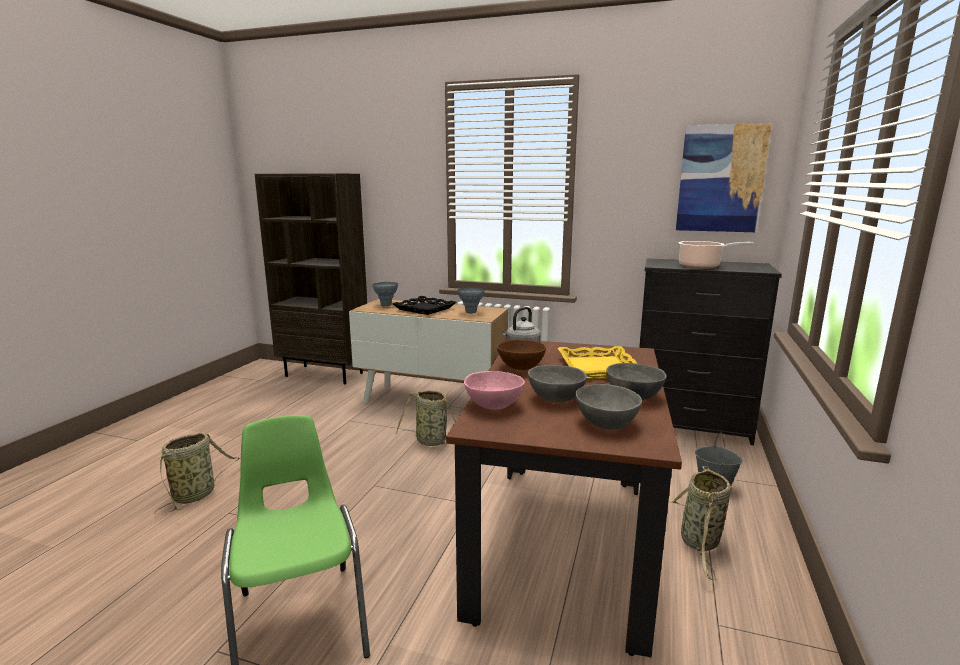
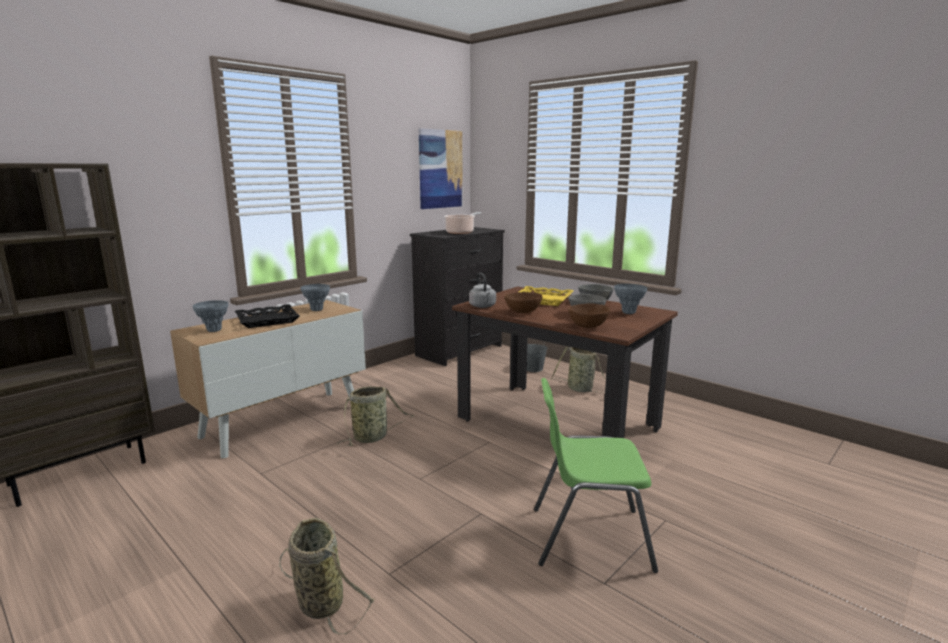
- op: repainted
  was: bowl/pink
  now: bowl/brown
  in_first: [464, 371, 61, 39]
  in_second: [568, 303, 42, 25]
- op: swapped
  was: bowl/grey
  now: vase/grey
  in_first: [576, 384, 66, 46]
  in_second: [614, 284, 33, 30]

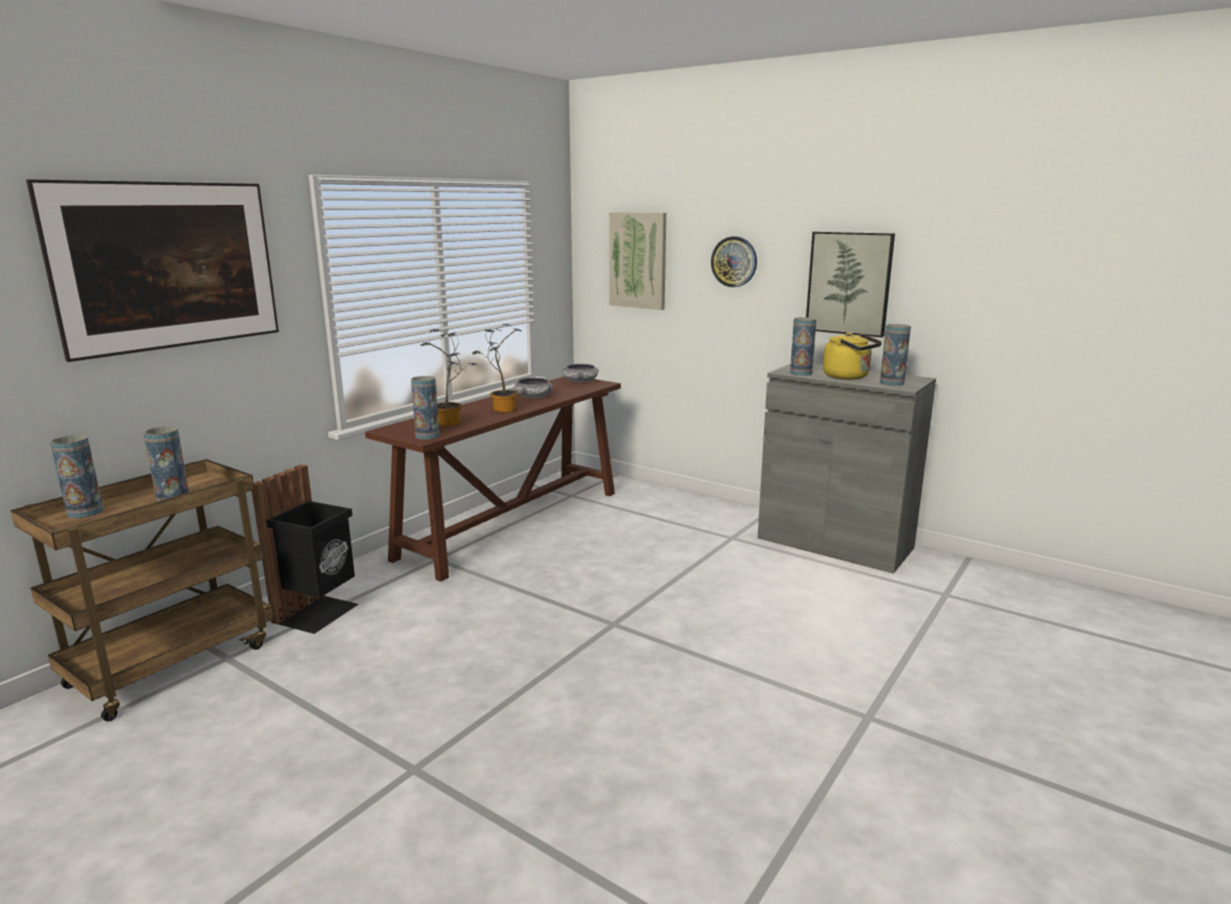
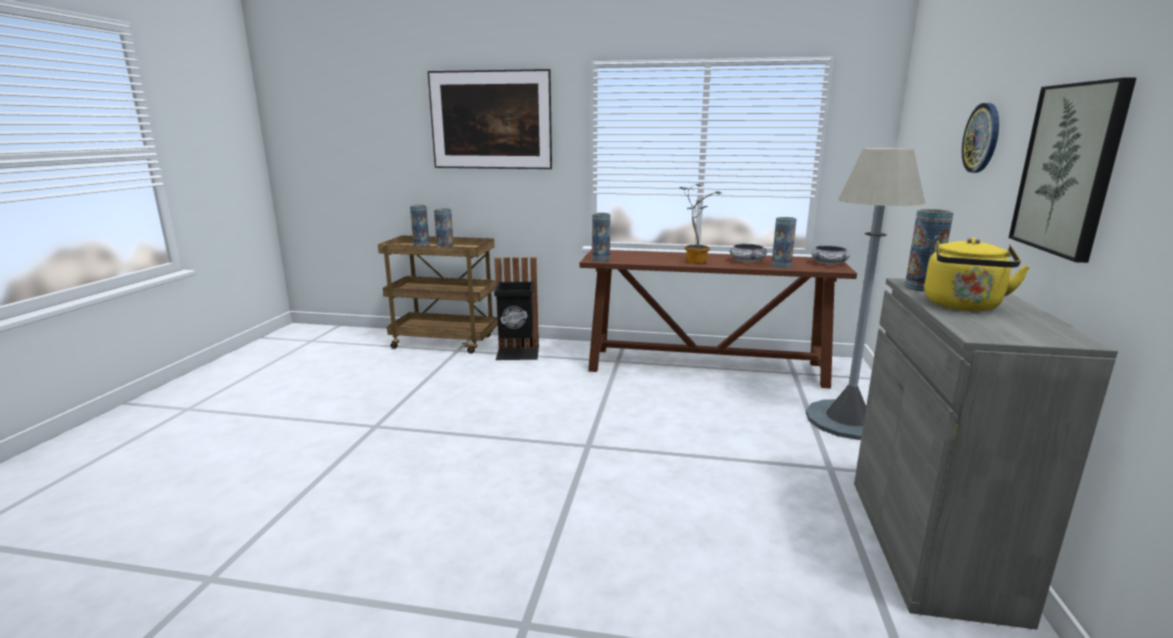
- op: shifted
  was: vase
  in_first: [880, 324, 31, 62]
  in_second: [772, 217, 24, 51]
- op: new
  now: floor lamp/grey
  in_second: [806, 148, 119, 292]
- op: gone
  was: potted plant
  in_first: [421, 329, 56, 97]
- op: gone
  was: picture
  in_first: [609, 212, 57, 98]

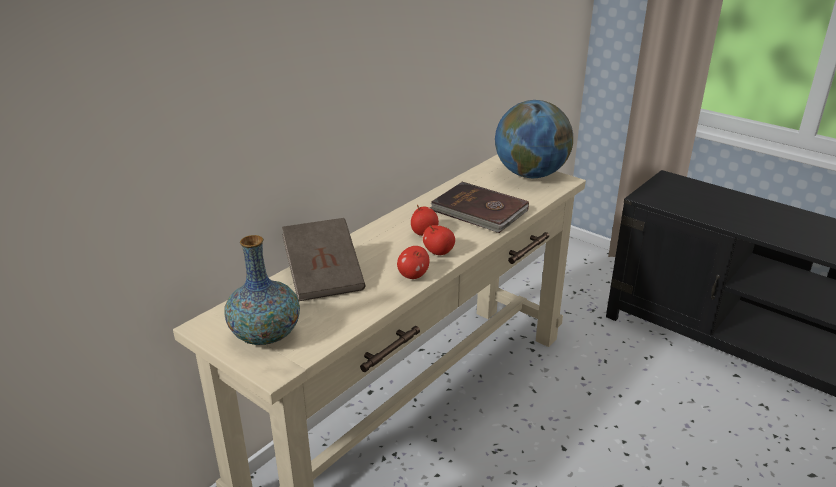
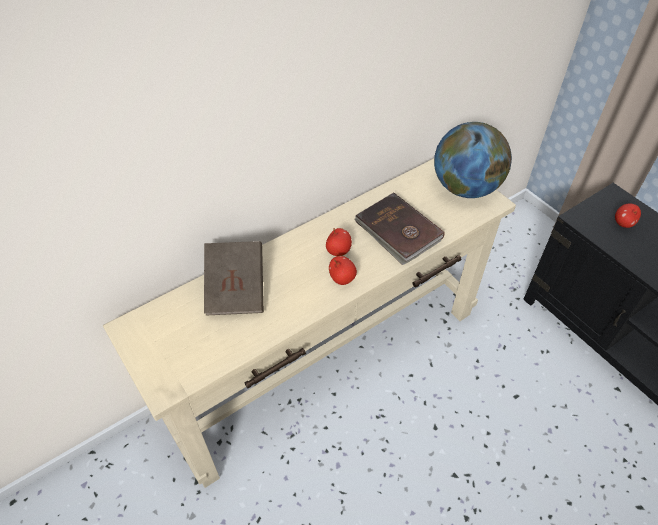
- op: shifted
  was: apple
  in_first: [397, 246, 33, 33]
  in_second: [615, 204, 26, 24]
- op: gone
  was: vase
  in_first: [224, 235, 76, 110]

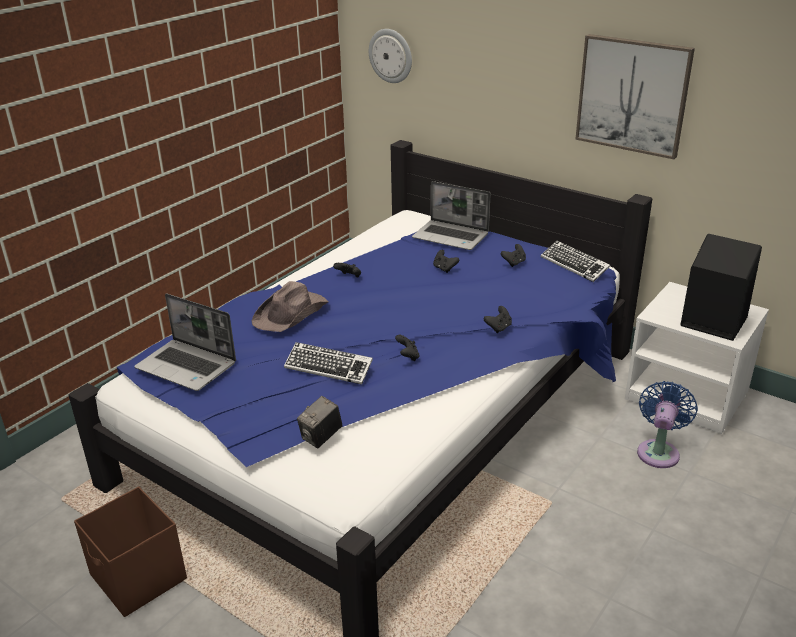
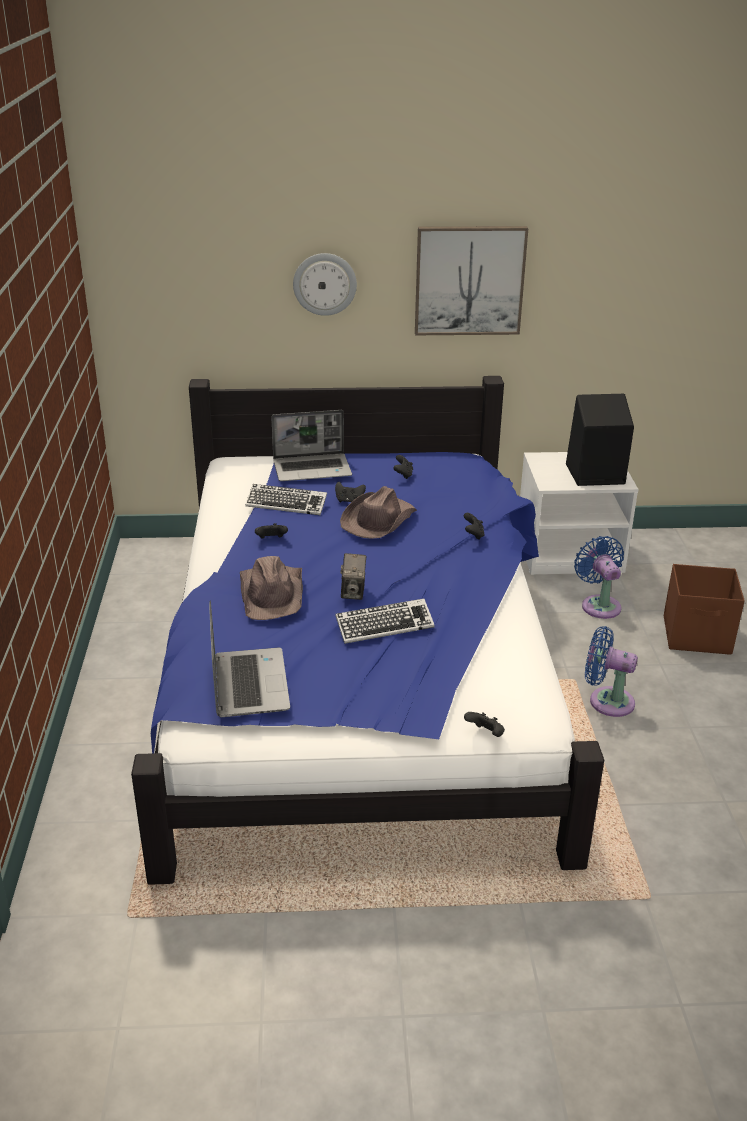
- op: rotated
  was: laptop
  in_first: [134, 294, 102, 97]
  in_second: [209, 600, 81, 117]
  clockwise: -90
- op: shifted
  was: keyboard
  in_first: [541, 241, 69, 41]
  in_second: [245, 484, 82, 31]
- op: shifted
  was: wall clock
  in_first: [369, 29, 43, 54]
  in_second: [293, 253, 64, 63]
- op: new
  now: hat/brown
  in_second: [340, 486, 77, 53]
- op: shifted
  was: photo camera
  in_first: [297, 396, 45, 52]
  in_second: [340, 553, 26, 47]
- op: shifted
  was: game controller/black
  in_first: [395, 335, 25, 26]
  in_second: [464, 712, 41, 25]
- op: new
  now: fan/blue
  in_second: [585, 626, 53, 91]
- op: shifted
  was: storage box/brown
  in_first: [74, 487, 113, 130]
  in_second: [664, 564, 81, 91]

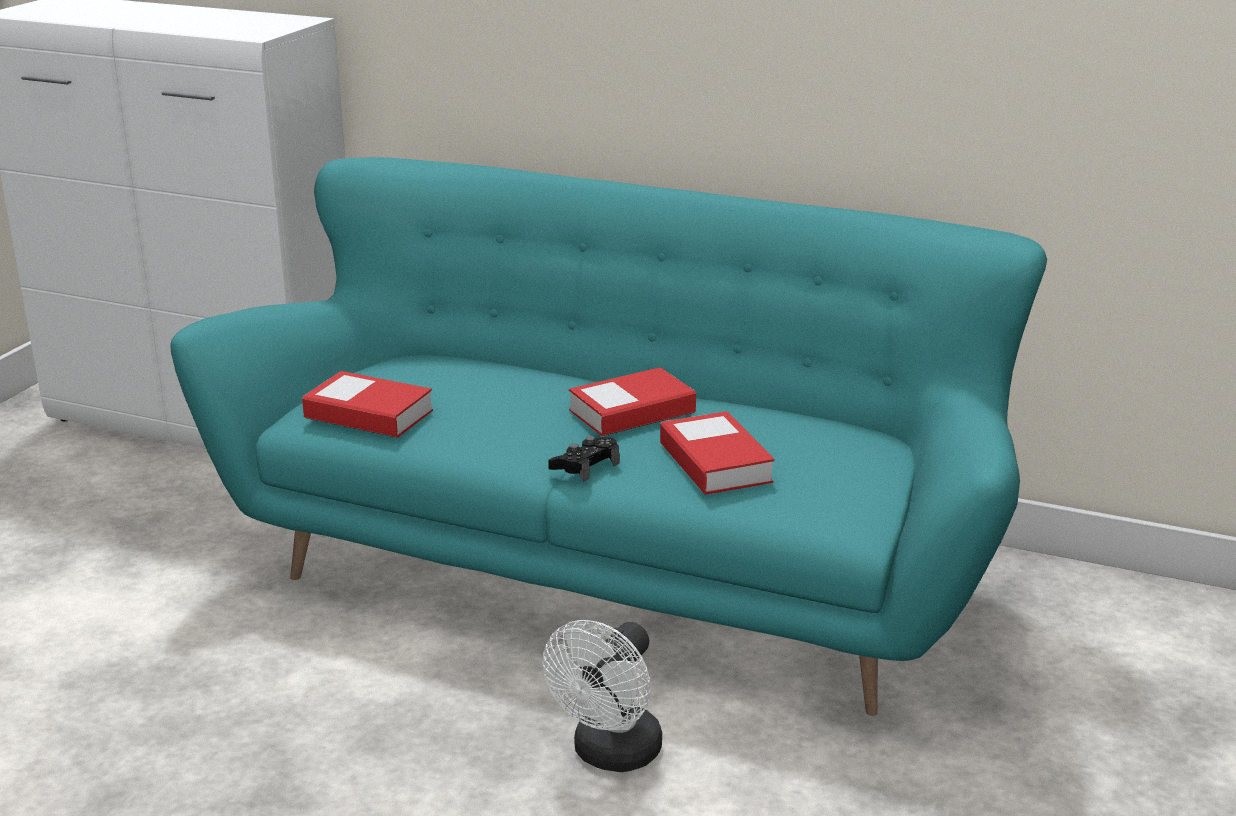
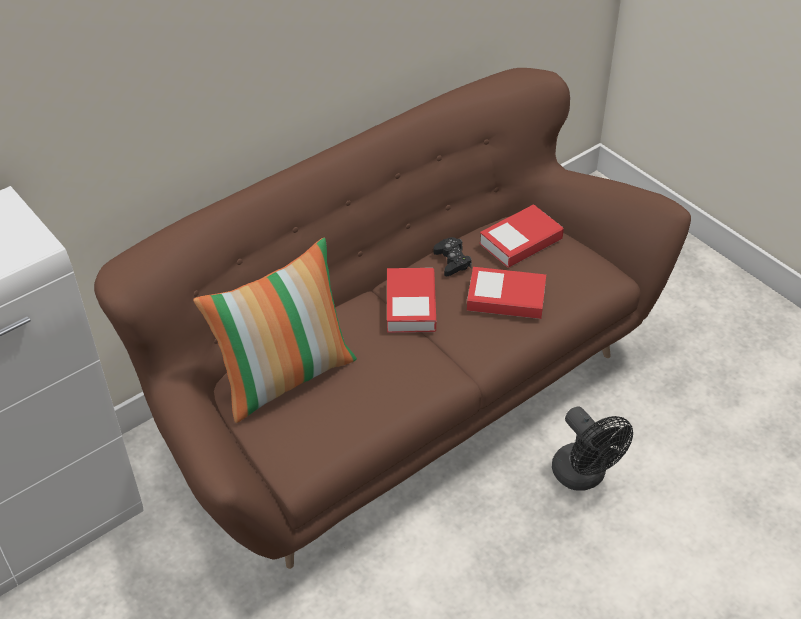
- op: repainted
  was: sofa/turquoise
  now: sofa/brown
  in_first: [170, 157, 877, 559]
  in_second: [94, 68, 597, 501]
- op: new
  now: pillow
  in_second: [193, 238, 164, 185]
- op: shifted
  was: game controller/black
  in_first: [548, 436, 72, 45]
  in_second: [433, 237, 39, 39]
- op: shifted
  was: book
  in_first: [302, 371, 131, 67]
  in_second: [479, 204, 85, 64]
- op: repainted
  was: fan/white
  now: fan/black
  in_first: [543, 620, 119, 152]
  in_second: [552, 406, 81, 85]

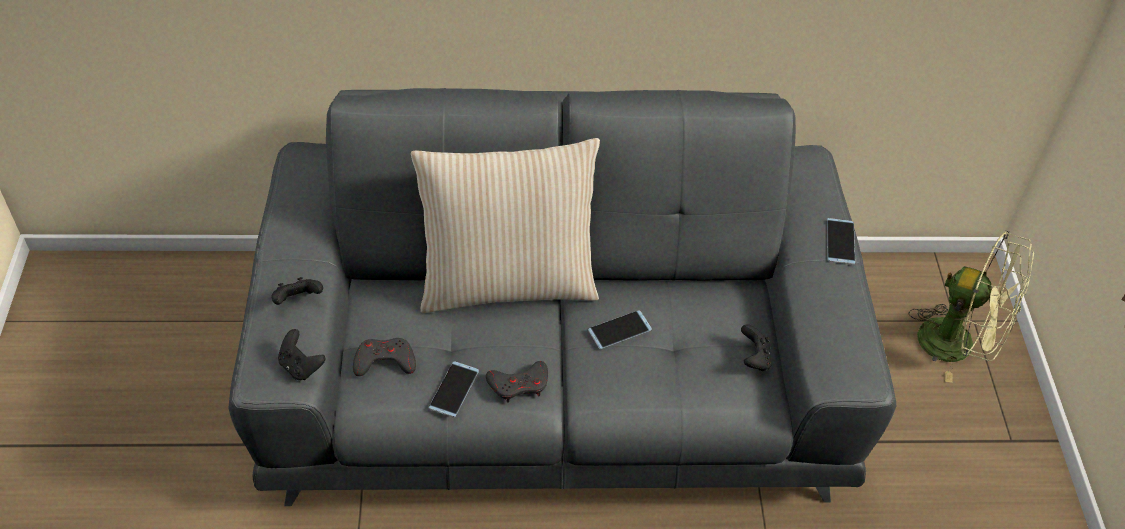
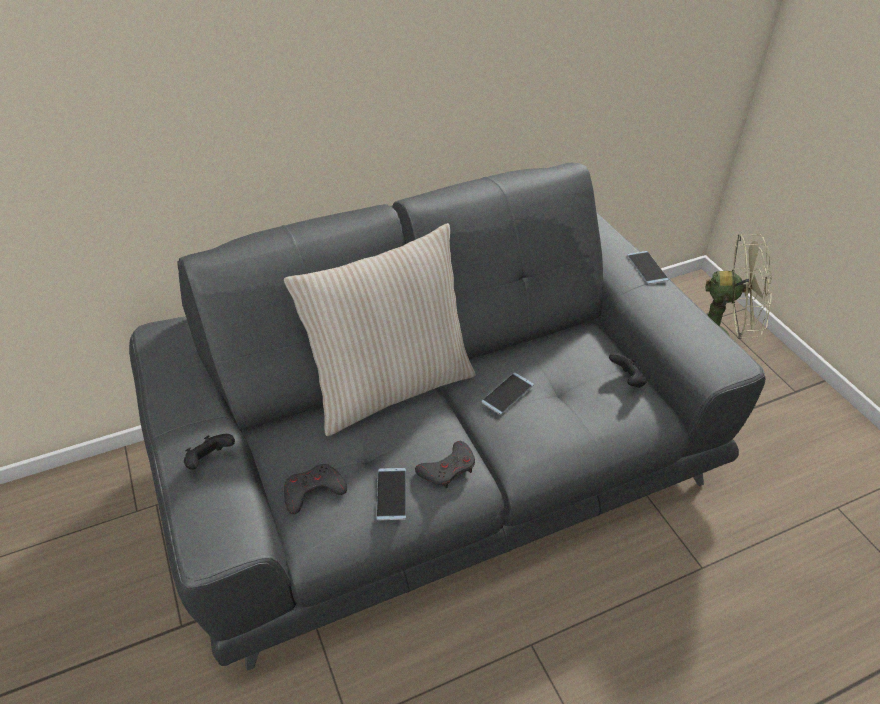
- op: gone
  was: game controller/black
  in_first: [278, 329, 48, 51]

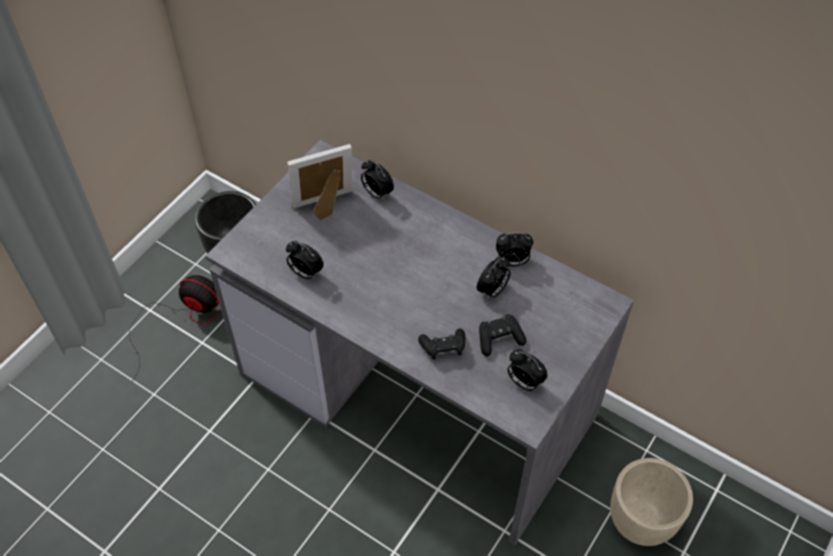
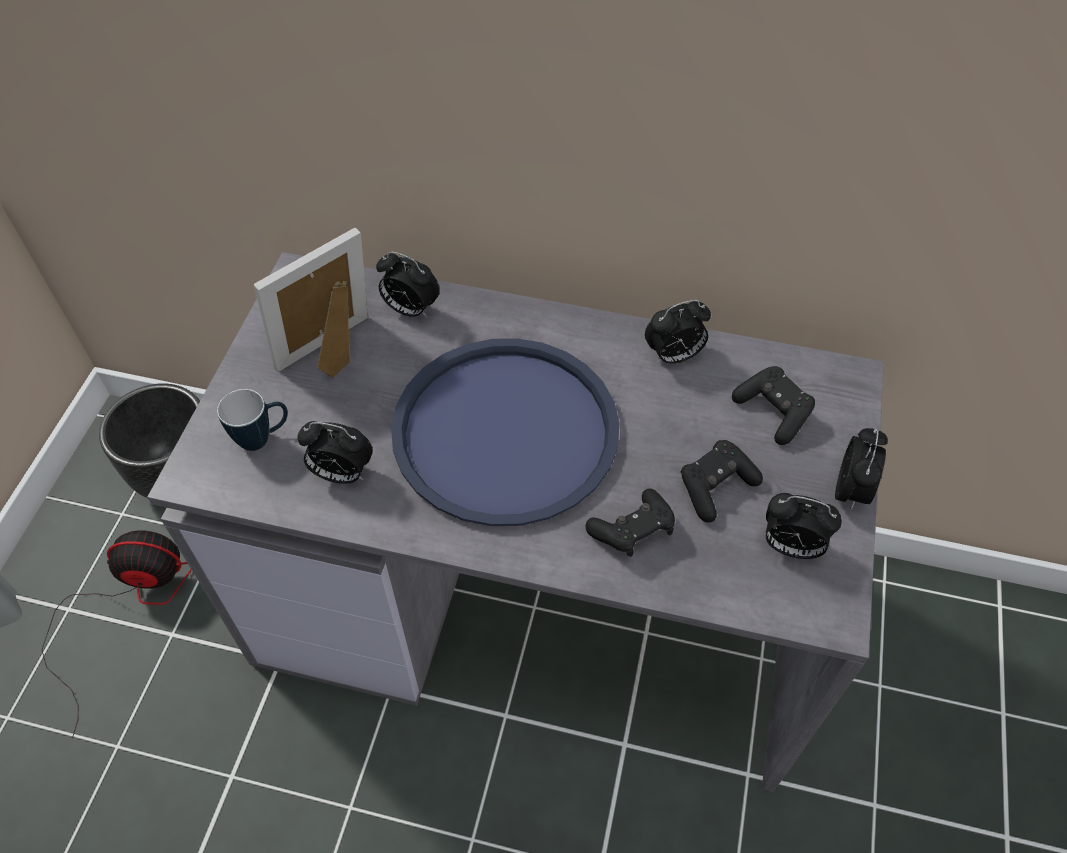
- op: new
  now: mug
  in_second: [217, 389, 71, 62]
- op: new
  now: tray/blue
  in_second: [391, 338, 228, 188]
- op: new
  now: game controller/black
  in_second: [732, 366, 83, 79]
- op: shifted
  was: alarm clock
  in_first: [477, 257, 34, 42]
  in_second: [835, 428, 53, 82]
- op: gone
  was: planter/beige
  in_first: [610, 458, 83, 88]

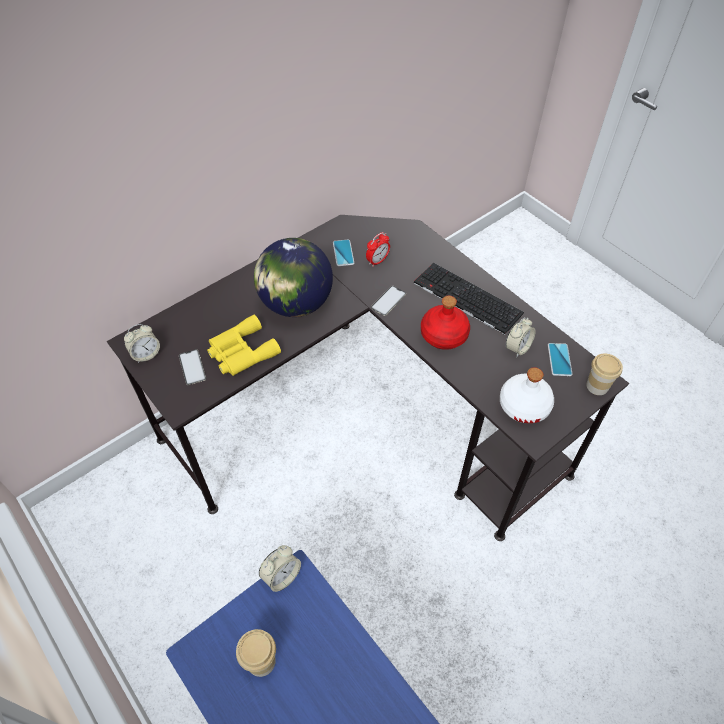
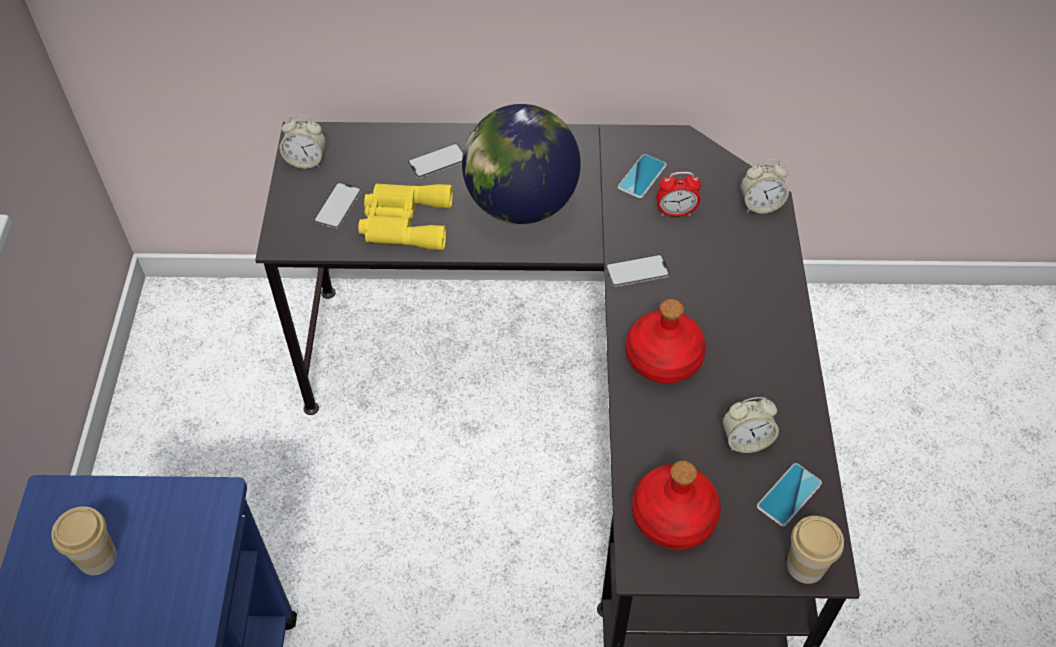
- op: new
  now: phone
  in_second: [408, 143, 55, 35]
- op: repainted
  was: bottle/white
  now: bottle/red
  in_first: [500, 367, 54, 56]
  in_second: [632, 461, 89, 89]
- op: shifted
  was: alarm clock
  in_first: [259, 545, 42, 47]
  in_second: [741, 159, 48, 55]
- op: gone
  was: keyboard
  in_first: [414, 263, 110, 72]

